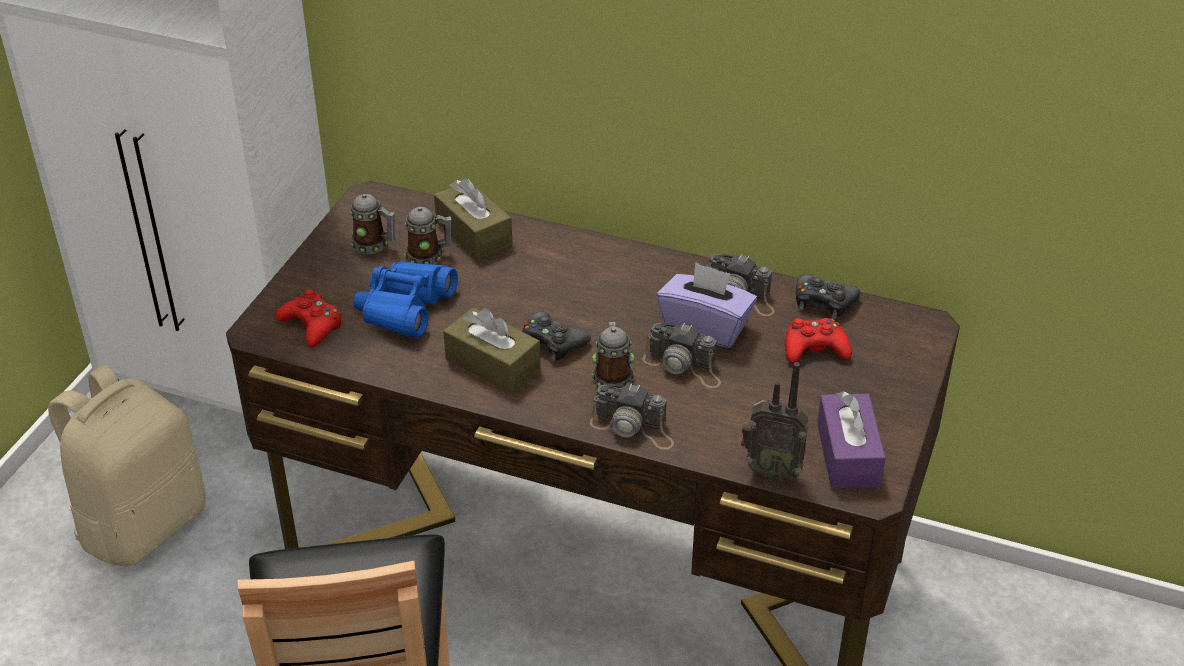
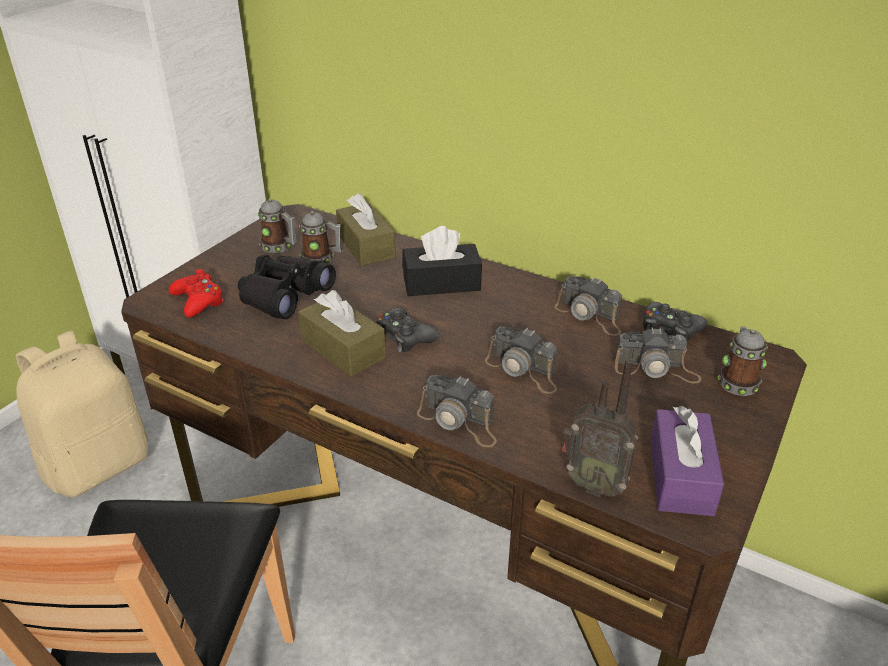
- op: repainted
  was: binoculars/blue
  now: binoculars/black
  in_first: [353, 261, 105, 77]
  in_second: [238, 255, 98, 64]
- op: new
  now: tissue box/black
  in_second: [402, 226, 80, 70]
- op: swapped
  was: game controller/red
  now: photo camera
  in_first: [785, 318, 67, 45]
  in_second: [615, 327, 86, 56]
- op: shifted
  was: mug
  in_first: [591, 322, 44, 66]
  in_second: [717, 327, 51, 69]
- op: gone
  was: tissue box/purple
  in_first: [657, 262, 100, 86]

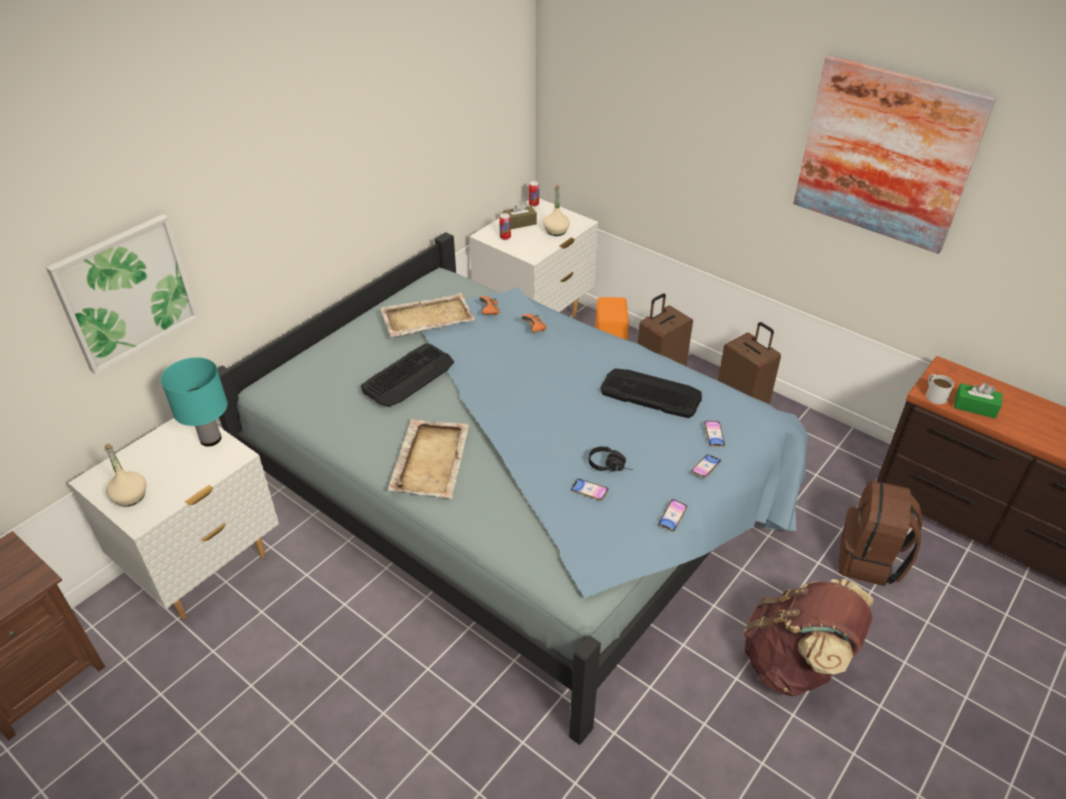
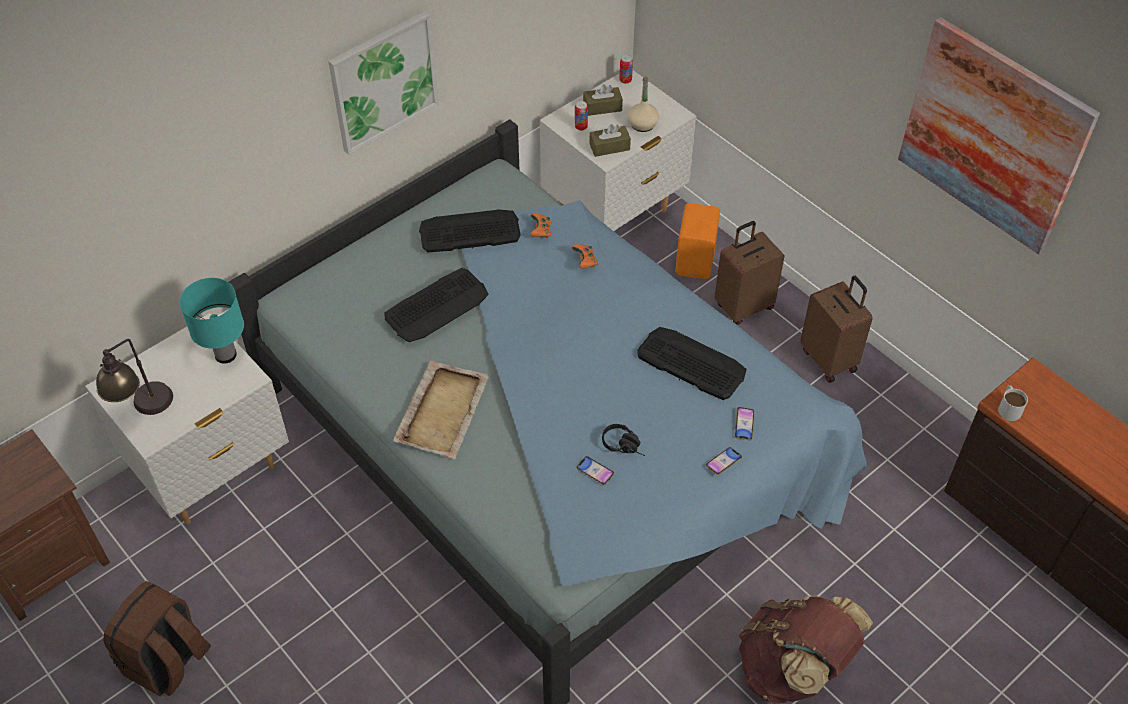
- op: swapped
  was: bottle/beige
  now: table lamp
  in_first: [104, 444, 42, 63]
  in_second: [96, 339, 77, 76]
- op: shifted
  was: backpack/brown
  in_first: [839, 480, 84, 106]
  in_second: [103, 581, 108, 116]
- op: shifted
  was: picture
  in_first: [46, 214, 153, 160]
  in_second: [328, 11, 111, 144]
- op: swapped
  was: tray/beige
  now: keyboard
  in_first: [380, 293, 95, 44]
  in_second: [419, 209, 102, 44]
- op: new
  now: tissue box/brown
  in_second: [589, 124, 42, 33]
- op: gone
  was: phone
  in_first: [658, 499, 29, 33]
- op: gone
  was: tissue box/green
  in_first: [954, 382, 48, 36]

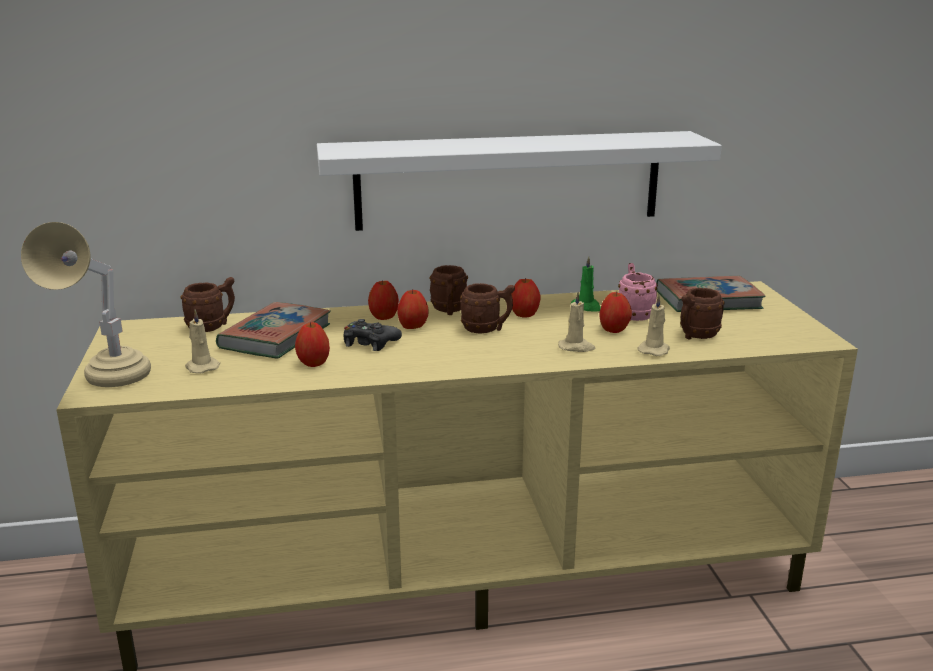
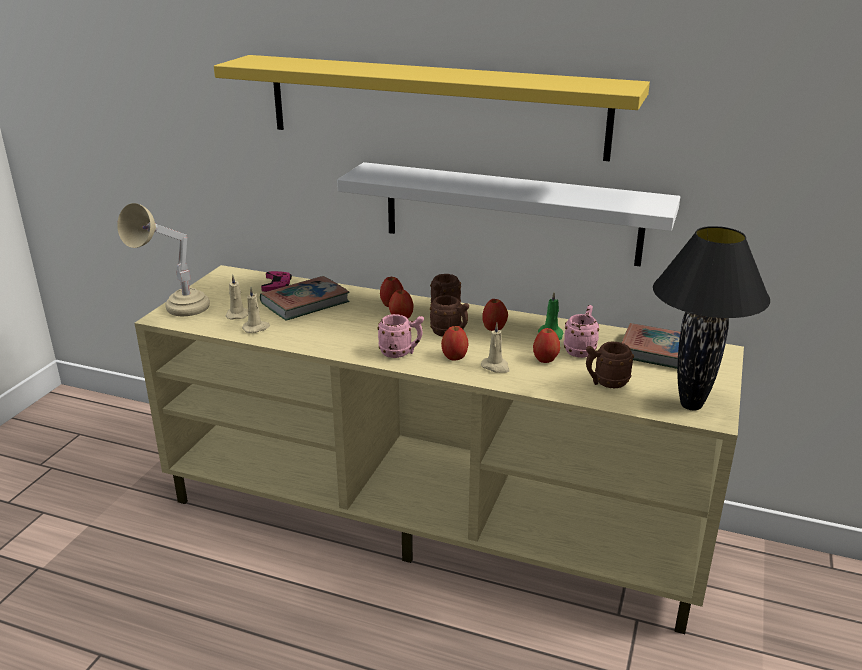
- op: new
  now: shelf/yellow
  in_second: [214, 55, 436, 106]
- op: shifted
  was: candle/beige
  in_first: [638, 295, 32, 61]
  in_second: [242, 287, 28, 46]
- op: swapped
  was: mug/brown
  now: game controller/pink
  in_first: [180, 277, 55, 55]
  in_second: [261, 271, 31, 21]
- op: new
  now: mug/pink
  in_second: [377, 314, 47, 44]
- op: shifted
  was: apple
  in_first: [295, 322, 35, 45]
  in_second: [441, 326, 28, 35]
- op: new
  now: table lamp/black
  in_second: [653, 226, 117, 184]
- op: gone
  was: game controller/black
  in_first: [344, 319, 58, 32]

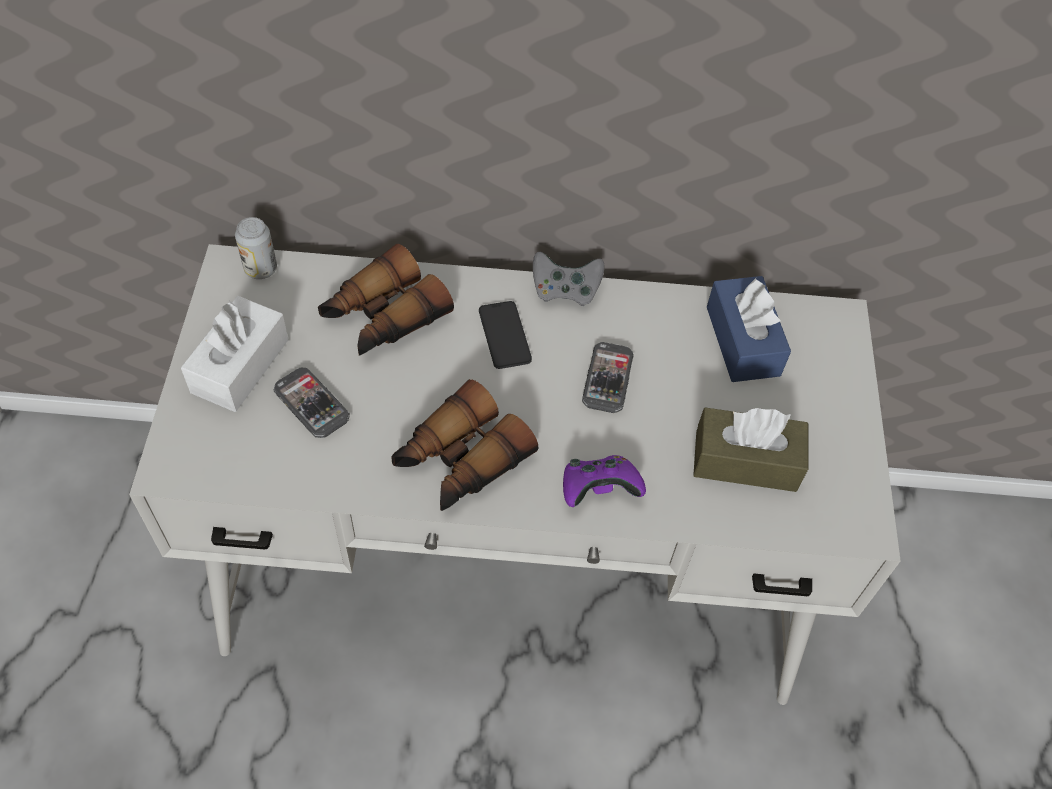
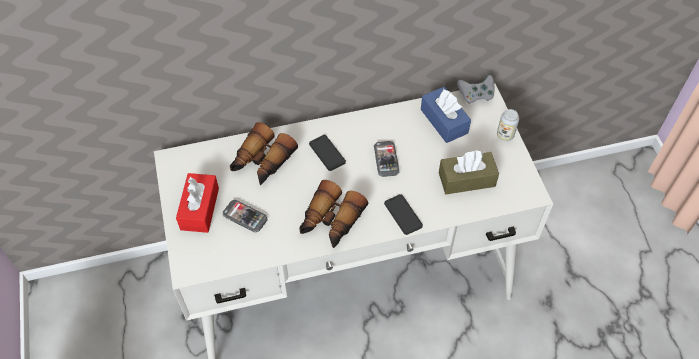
- op: repainted
  was: tissue box/white
  now: tissue box/red
  in_first: [181, 296, 108, 116]
  in_second: [176, 173, 43, 60]
- op: swapped
  was: game controller/purple
  now: phone
  in_first: [563, 455, 83, 52]
  in_second: [384, 194, 39, 41]
- op: shifted
  was: game controller/grey
  in_first: [533, 252, 72, 54]
  in_second: [457, 75, 38, 29]
- op: shifted
  was: can
  in_first: [235, 217, 42, 62]
  in_second: [497, 109, 22, 32]

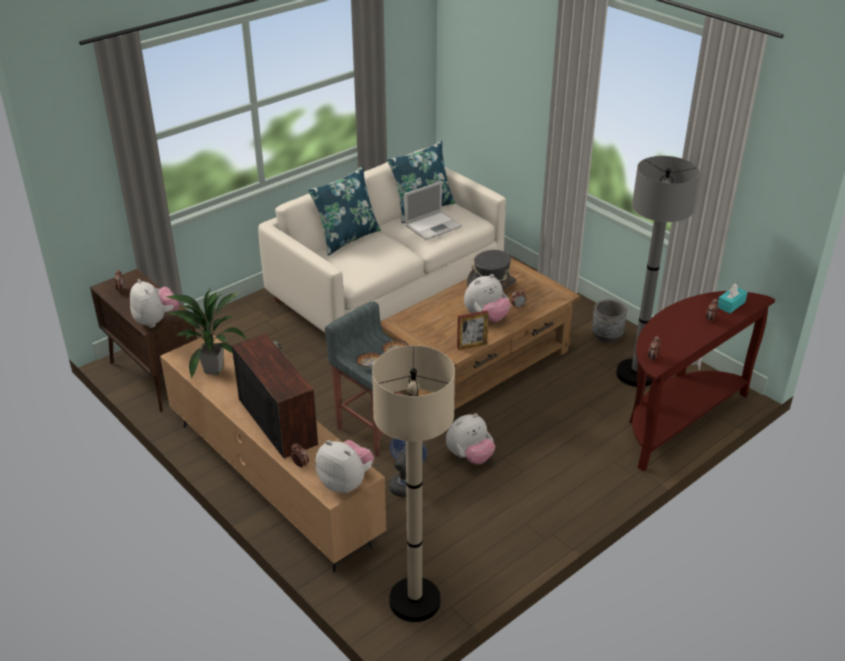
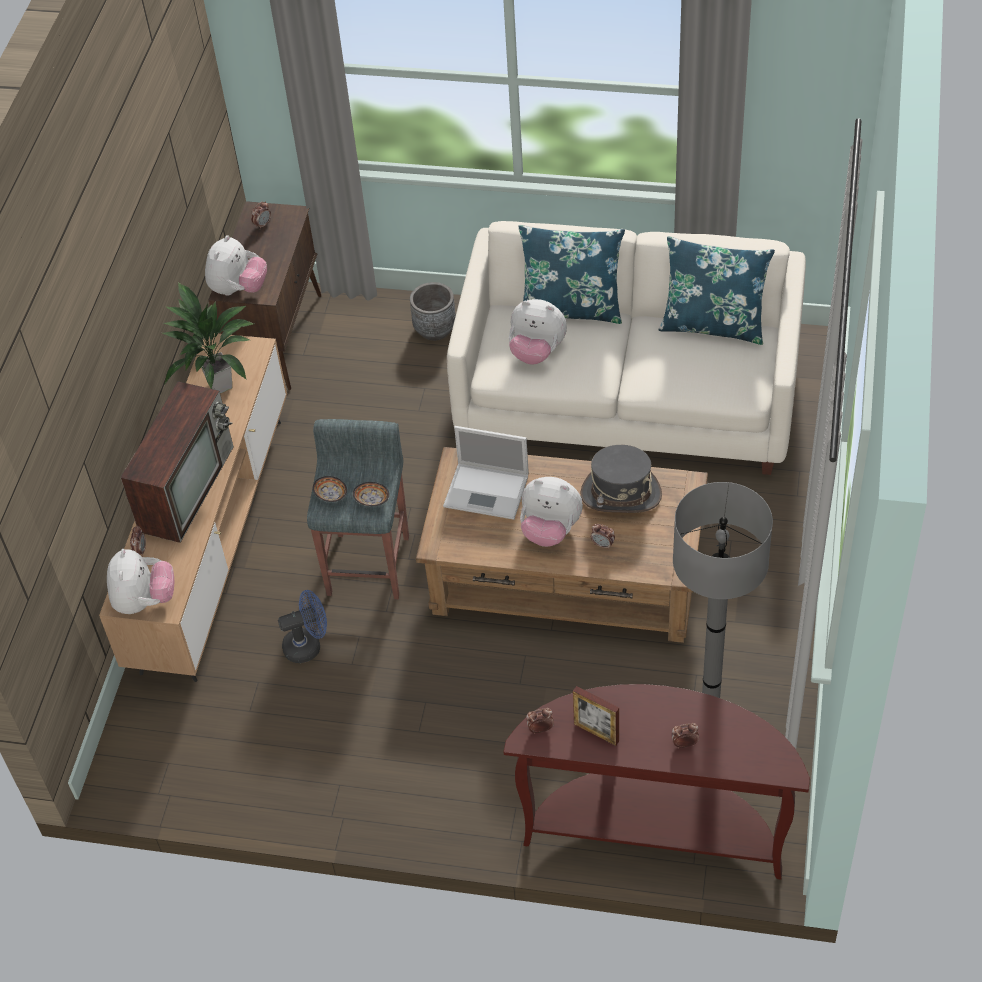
- op: shifted
  was: planter/grey
  in_first: [592, 299, 35, 44]
  in_second: [410, 282, 46, 59]
- op: shifted
  was: laptop
  in_first: [404, 181, 58, 59]
  in_second: [443, 426, 86, 94]
- op: shifted
  was: plush toy
  in_first: [446, 413, 49, 52]
  in_second: [509, 299, 58, 66]
- op: shifted
  was: picture frame
  in_first: [457, 311, 32, 39]
  in_second: [573, 686, 46, 60]
- op: gone
  was: floor lamp/beige
  in_first: [372, 345, 83, 277]
- op: gone
  was: tissue box/turquoise
  in_first: [718, 283, 30, 30]

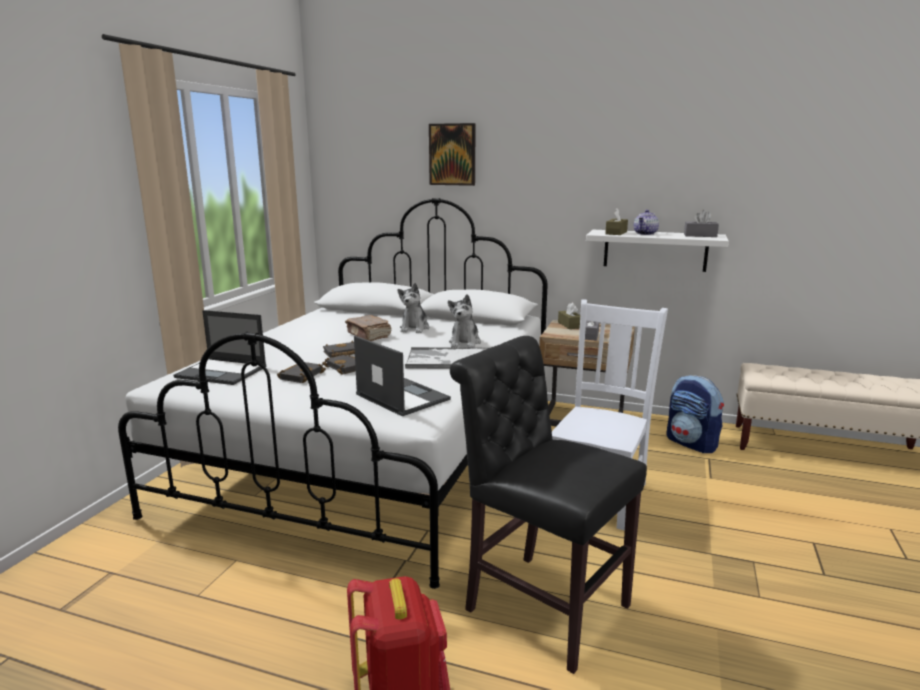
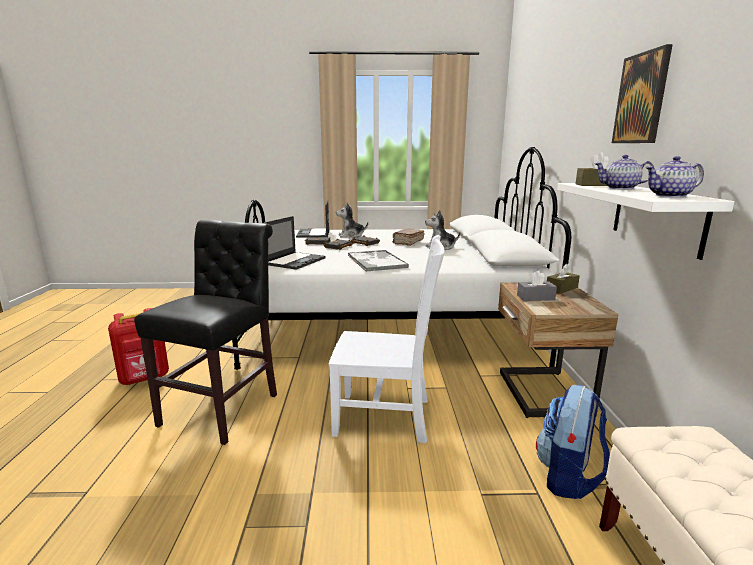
- op: shifted
  was: plush toy
  in_first: [448, 294, 33, 54]
  in_second: [336, 203, 32, 35]
- op: shifted
  was: picture
  in_first: [429, 123, 47, 63]
  in_second: [612, 44, 61, 99]
- op: swapped
  was: tissue box/grey
  now: teapot
  in_first: [684, 210, 35, 27]
  in_second: [645, 156, 59, 41]

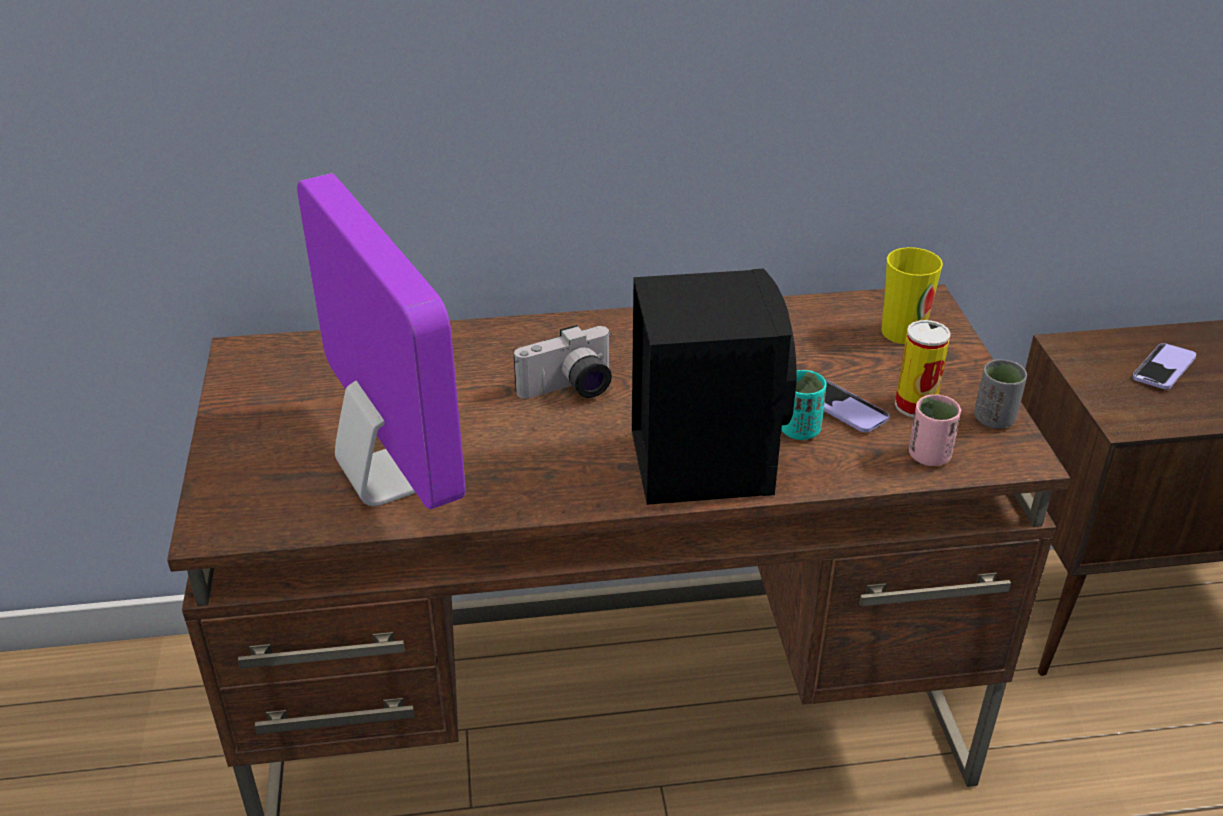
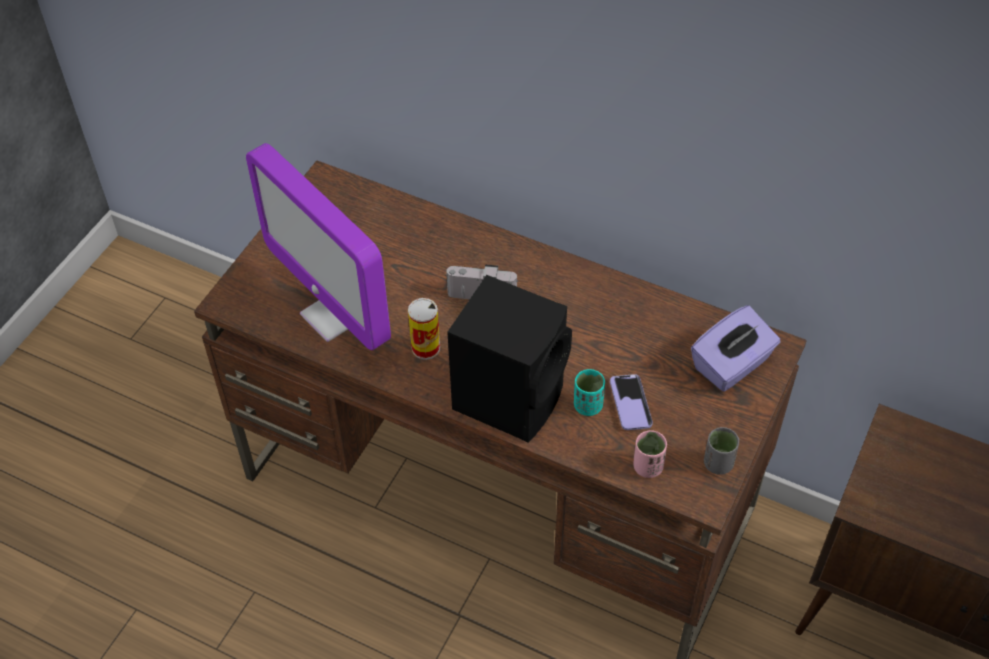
- op: rotated
  was: monitor
  in_first: [297, 173, 169, 336]
  in_second: [246, 143, 145, 207]
  clockwise: 135
- op: shifted
  was: can
  in_first: [895, 320, 56, 97]
  in_second: [408, 298, 32, 62]
- op: swapped
  was: cup
  now: tissue box/purple
  in_first: [882, 247, 61, 97]
  in_second: [691, 305, 90, 87]
- op: gone
  was: phone
  in_first: [1132, 343, 64, 46]

